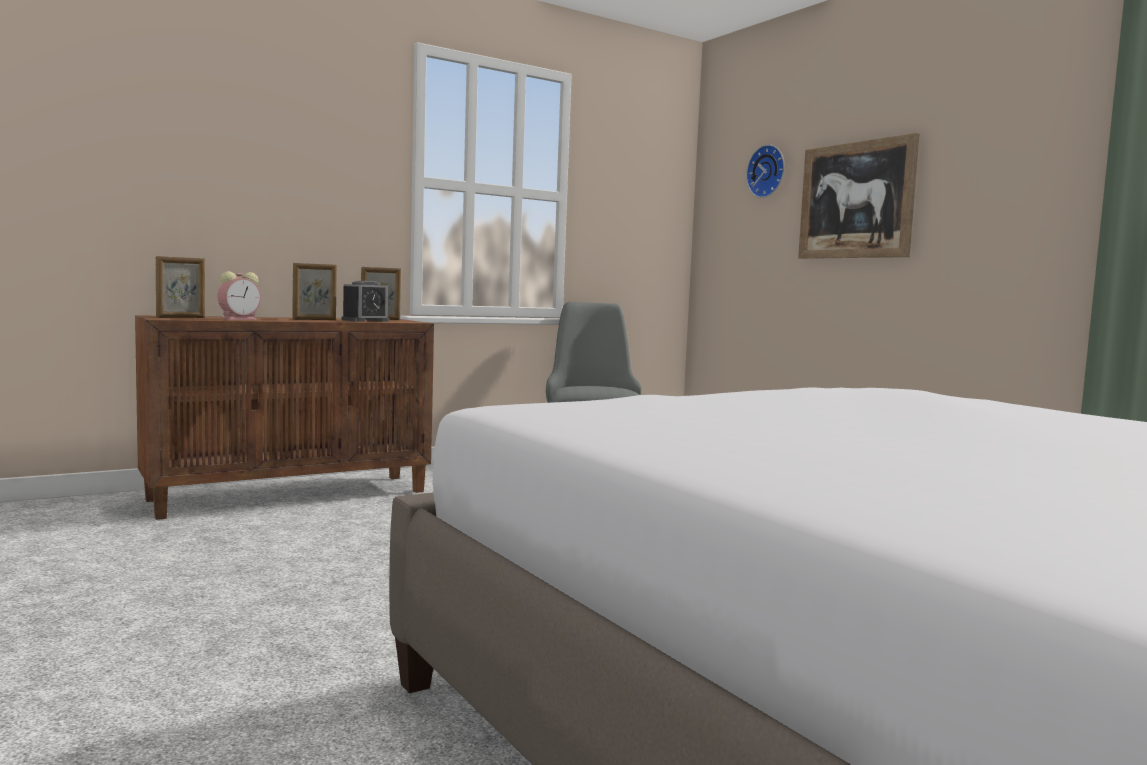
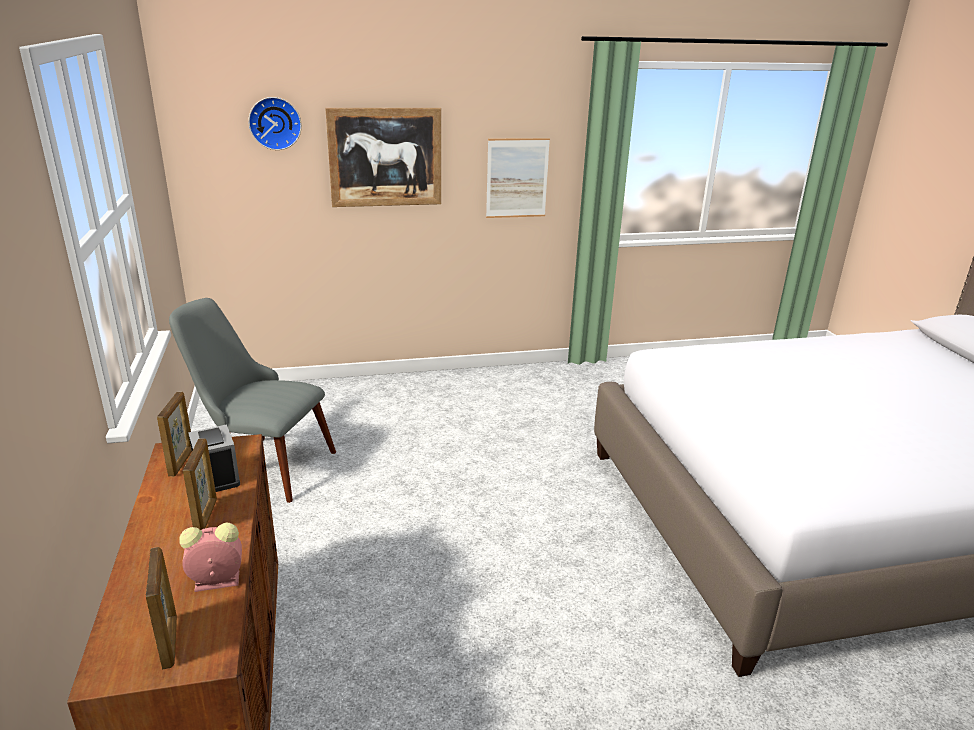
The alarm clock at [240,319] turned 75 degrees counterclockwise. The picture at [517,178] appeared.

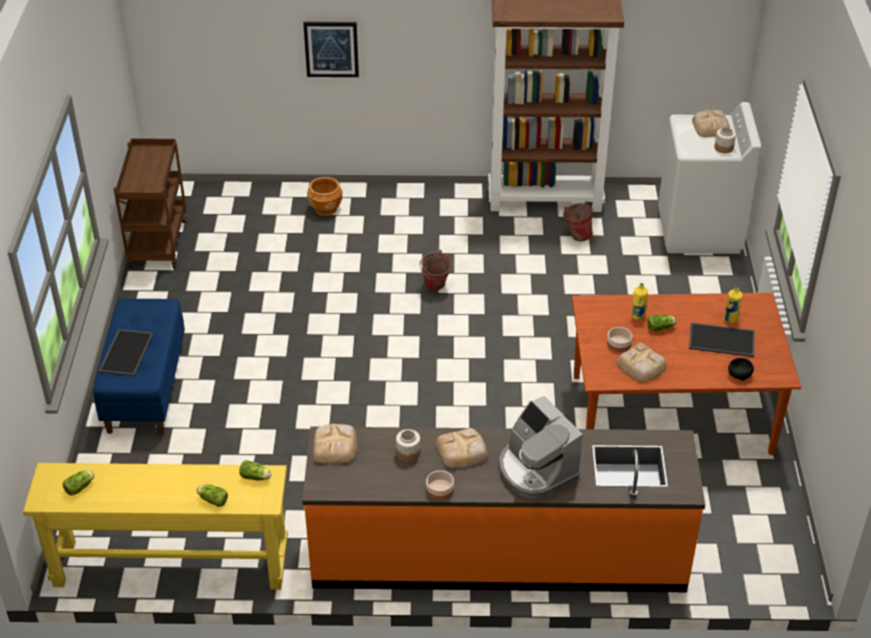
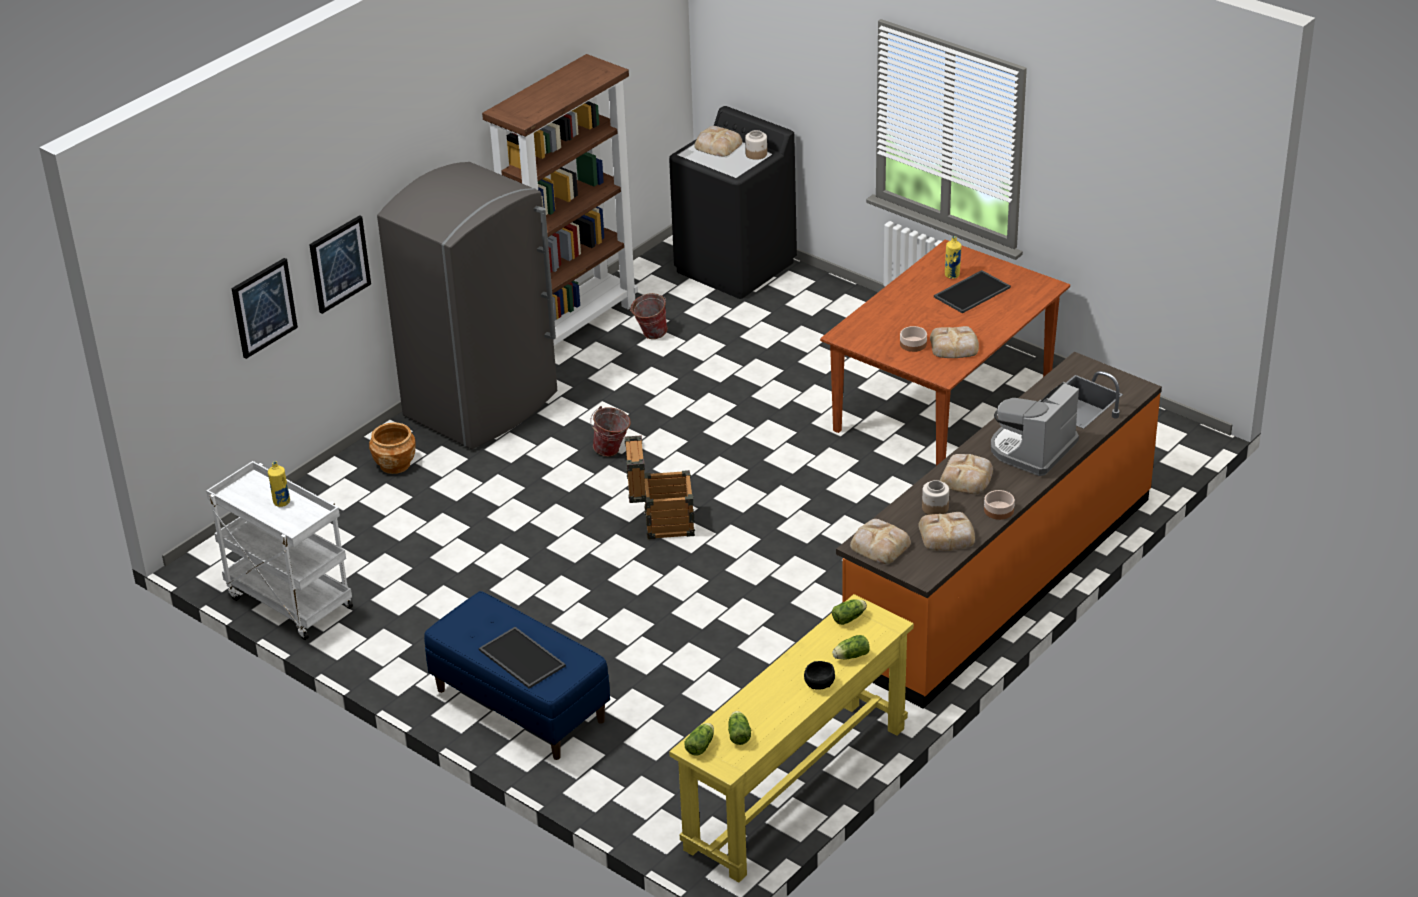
The washing machine/white at [699,231] became the washing machine/black at [735,267]. The cart/brown at [157,242] became the cart/white at [288,602]. The bottle/yellow moved from [638,316] to [281,502]. The lettuce moved from [661,328] to [701,745]. The bowl/black moved from [739,374] to [819,683]. The coffee machine at [536,470] turned 120 degrees clockwise. The fridge/grey at [483,406] appeared. The picture at [263,307] appeared. The crate at [661,523] appeared. The bread at [947,536] appeared.

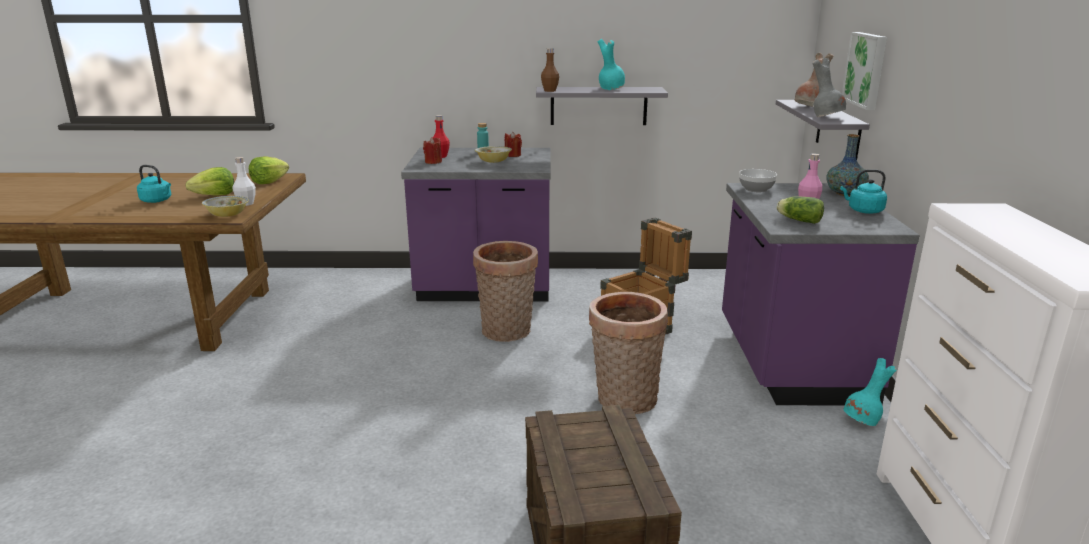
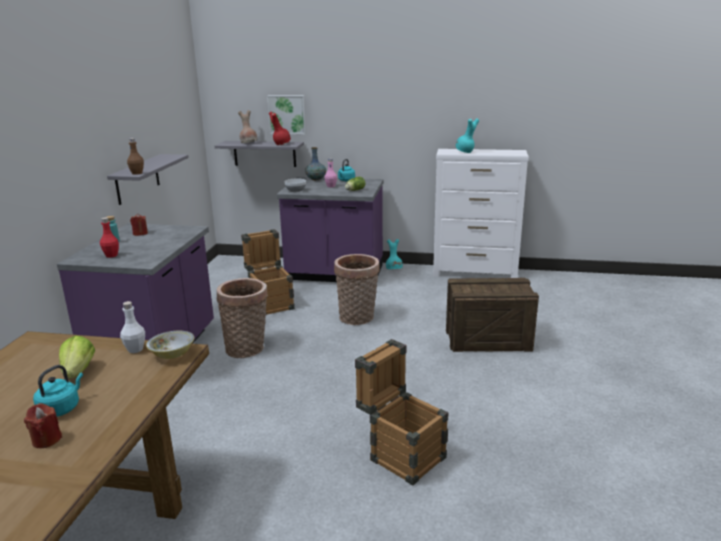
The vase/turquoise moved from [610,89] to [465,152]. The vase/grey at [827,117] became the vase/red at [281,144]. The candle/red moved from [433,162] to [46,440]. The bowl at [493,161] disappeared. The lettuce at [269,182] disappeared. The crate at [401,454] appeared.

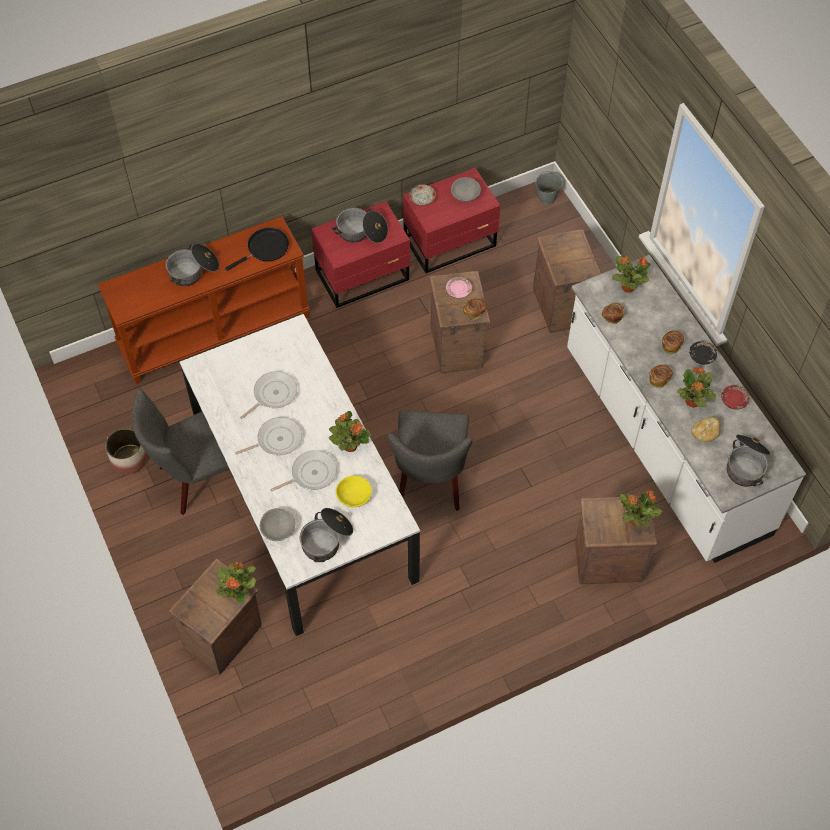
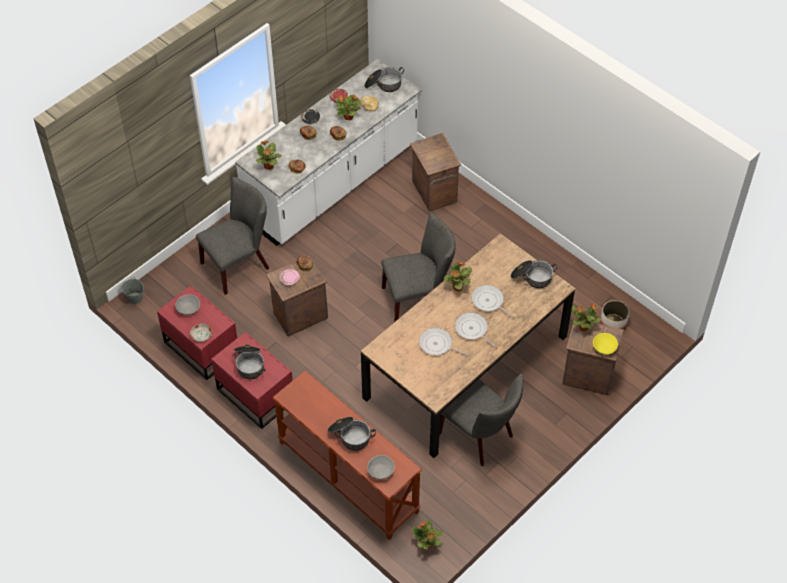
The frying pan/black at [265,248] disappeared. The crate at [561,306] was replaced by the chair/grey at [239,264]. The dining table/white at [302,498] became the dining table/brown at [465,367]. The planter moved from [128,459] to [613,324]. The bowl/yellow moved from [354,496] to [604,348]. The potted plant moved from [635,519] to [427,544]. The bowl/grey moved from [278,529] to [380,471].

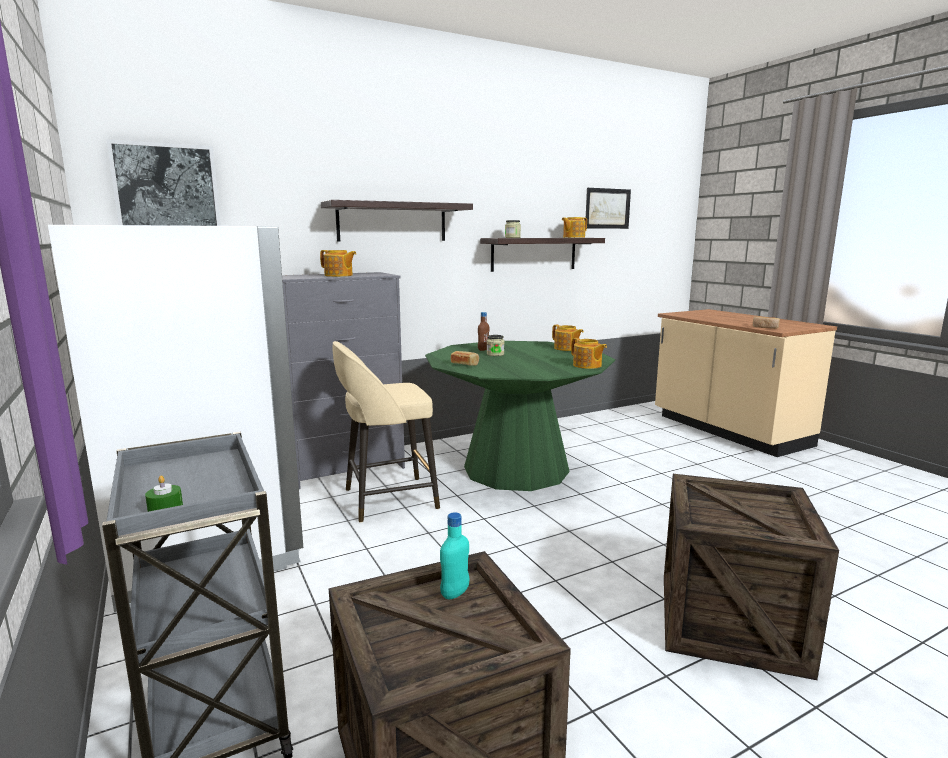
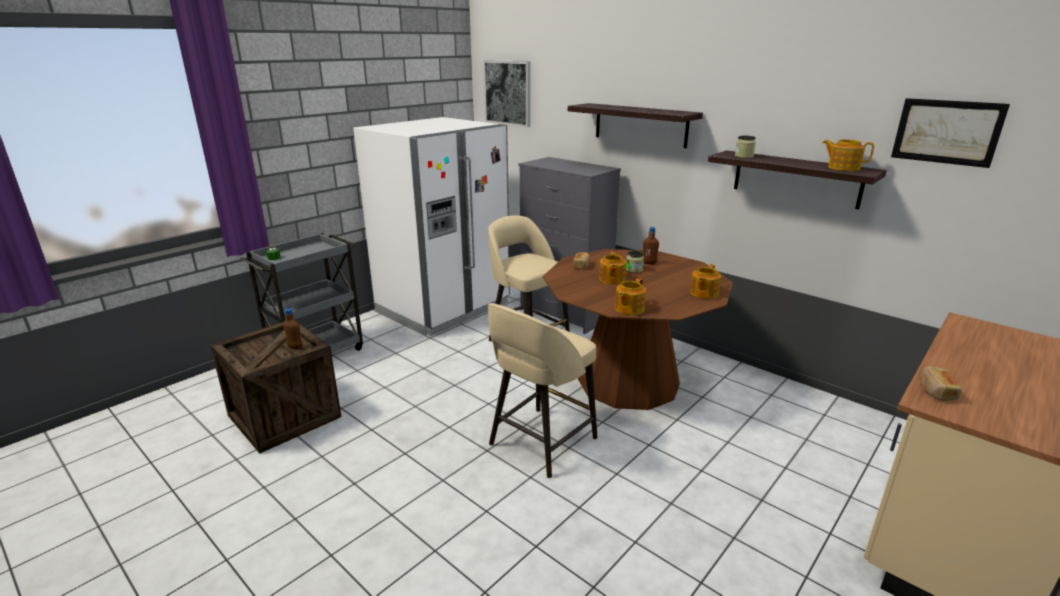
The teapot moved from [339,275] to [611,279]. The dining table/green at [516,469] became the dining table/brown at [628,381]. The crate at [730,621] disappeared. The bottle/turquoise at [455,593] became the bottle/brown at [295,347]. The stool/beige at [540,443] appeared.

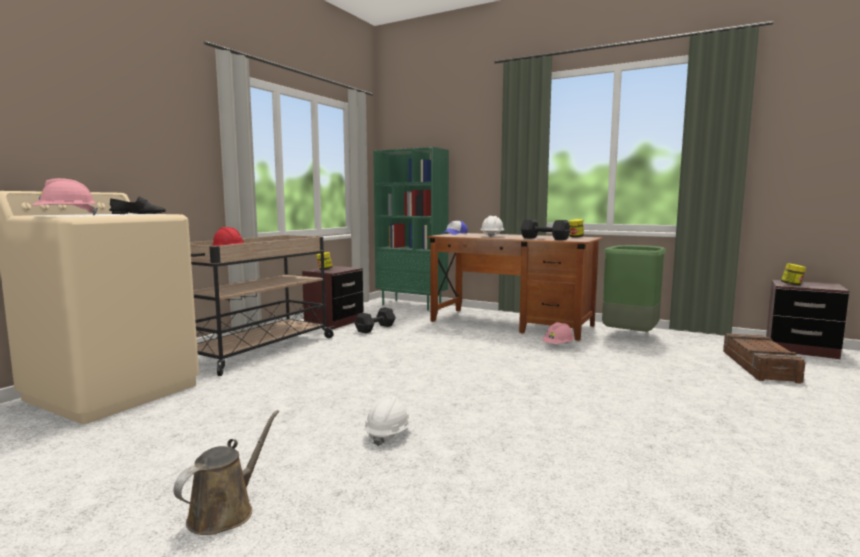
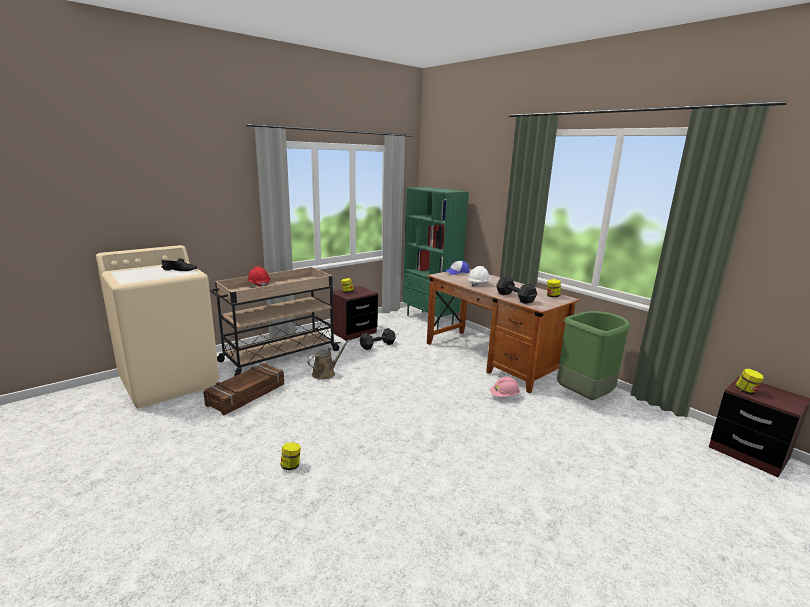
The hard hat/pink at [65,215] disappeared. The crate moved from [760,366] to [247,395]. The hard hat/white at [388,434] was replaced by the jar at [291,466]. The watering can/brown moved from [226,512] to [325,373].

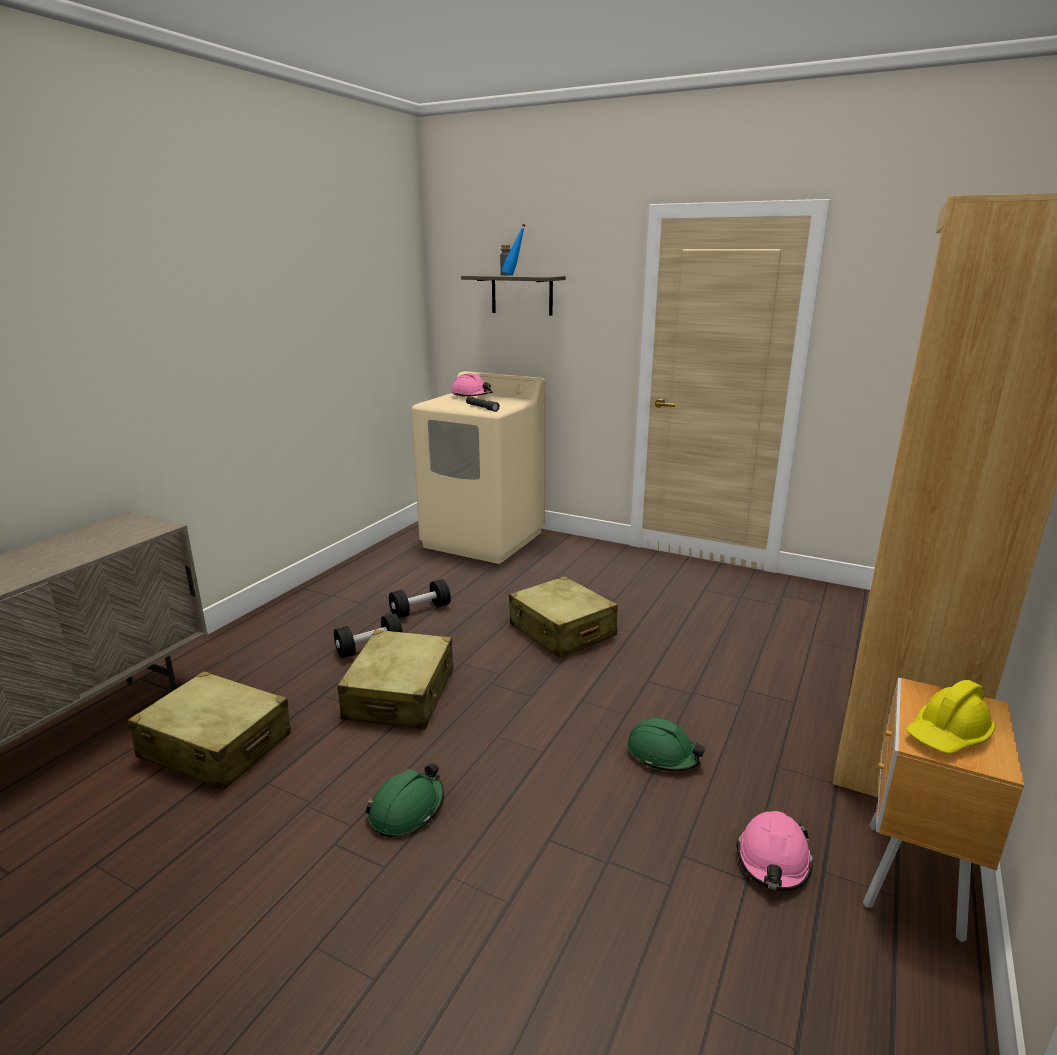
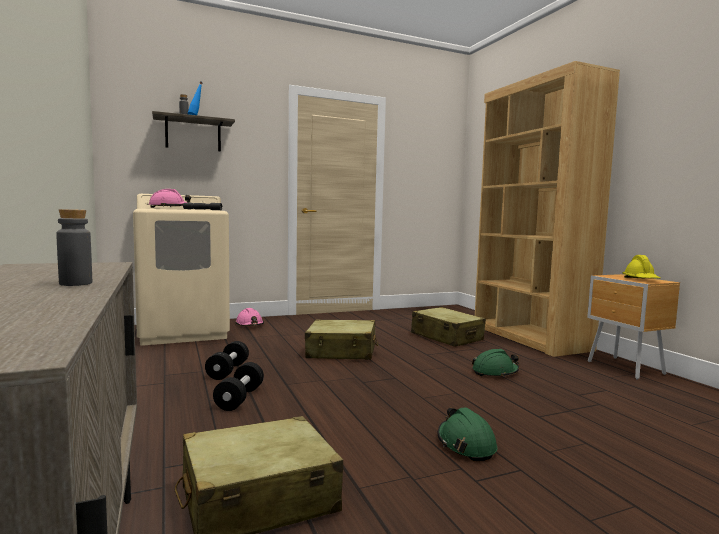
The suitcase/beige moved from [400,694] to [446,337]. The hard hat/pink moved from [773,860] to [249,325]. The bottle/grey at [76,283] appeared.

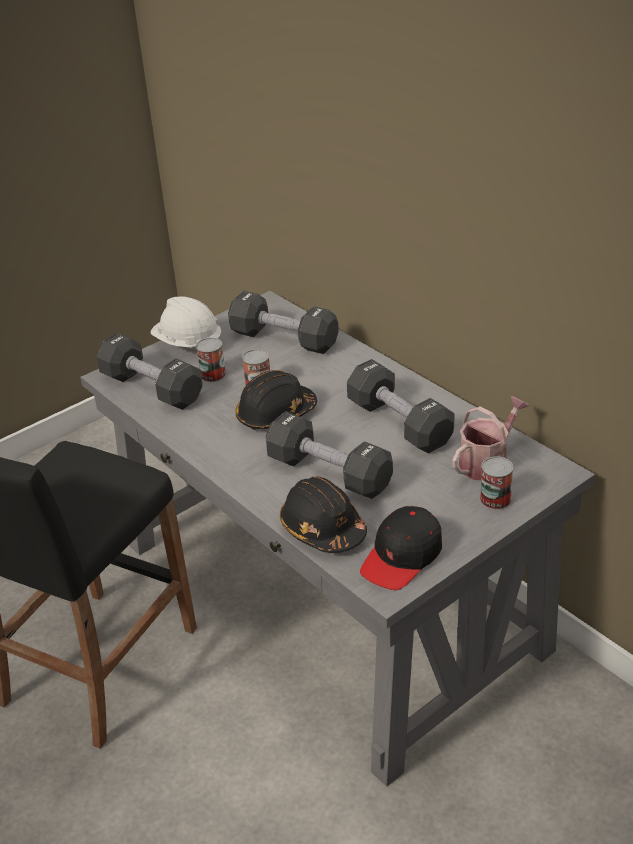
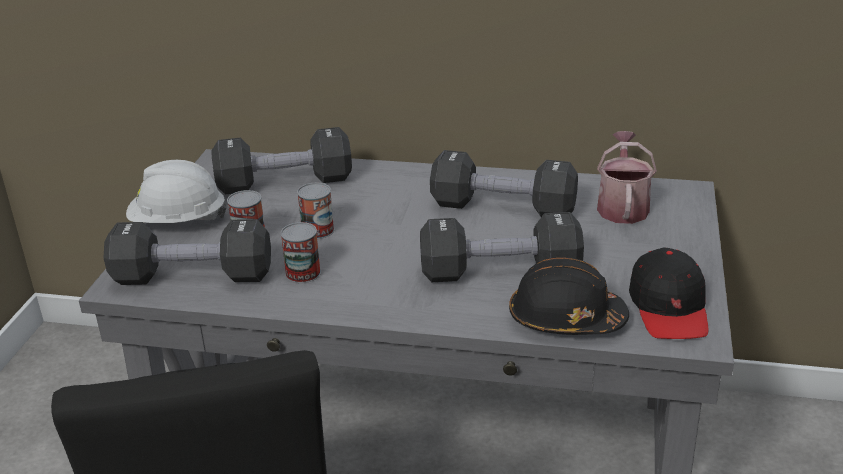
The hard hat/black at [276,414] disappeared. The can moved from [495,499] to [303,273].

